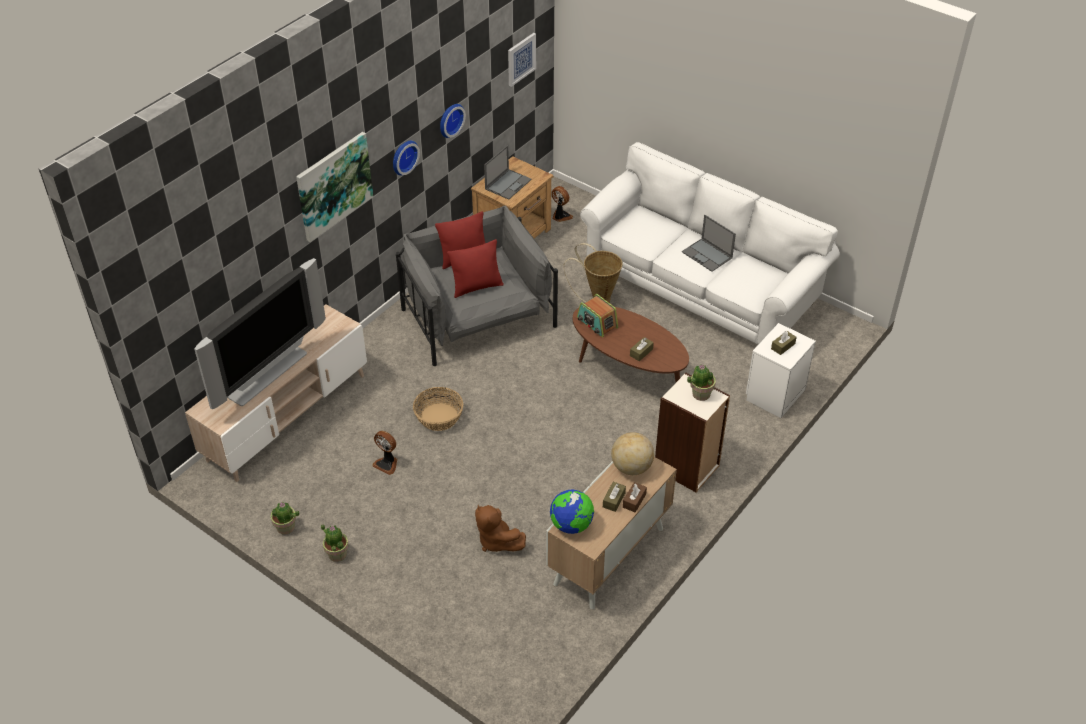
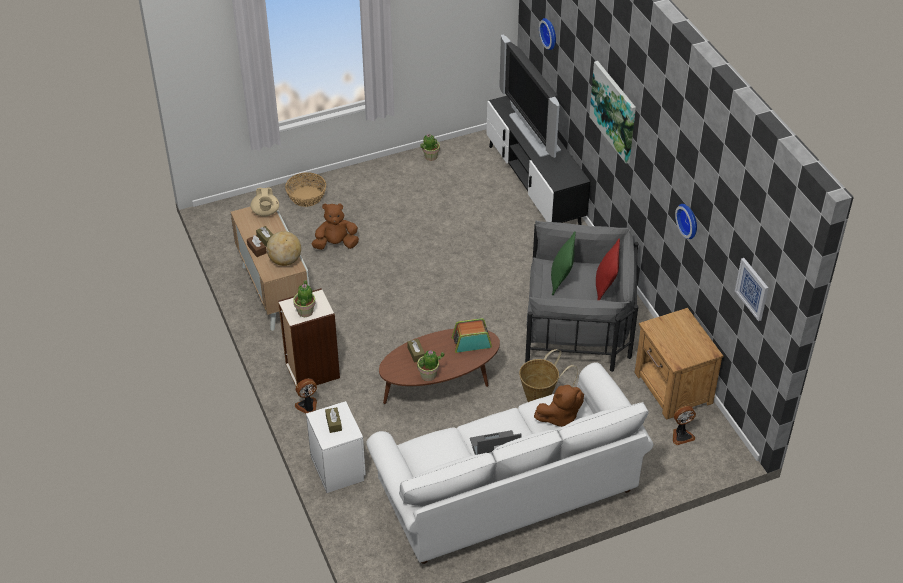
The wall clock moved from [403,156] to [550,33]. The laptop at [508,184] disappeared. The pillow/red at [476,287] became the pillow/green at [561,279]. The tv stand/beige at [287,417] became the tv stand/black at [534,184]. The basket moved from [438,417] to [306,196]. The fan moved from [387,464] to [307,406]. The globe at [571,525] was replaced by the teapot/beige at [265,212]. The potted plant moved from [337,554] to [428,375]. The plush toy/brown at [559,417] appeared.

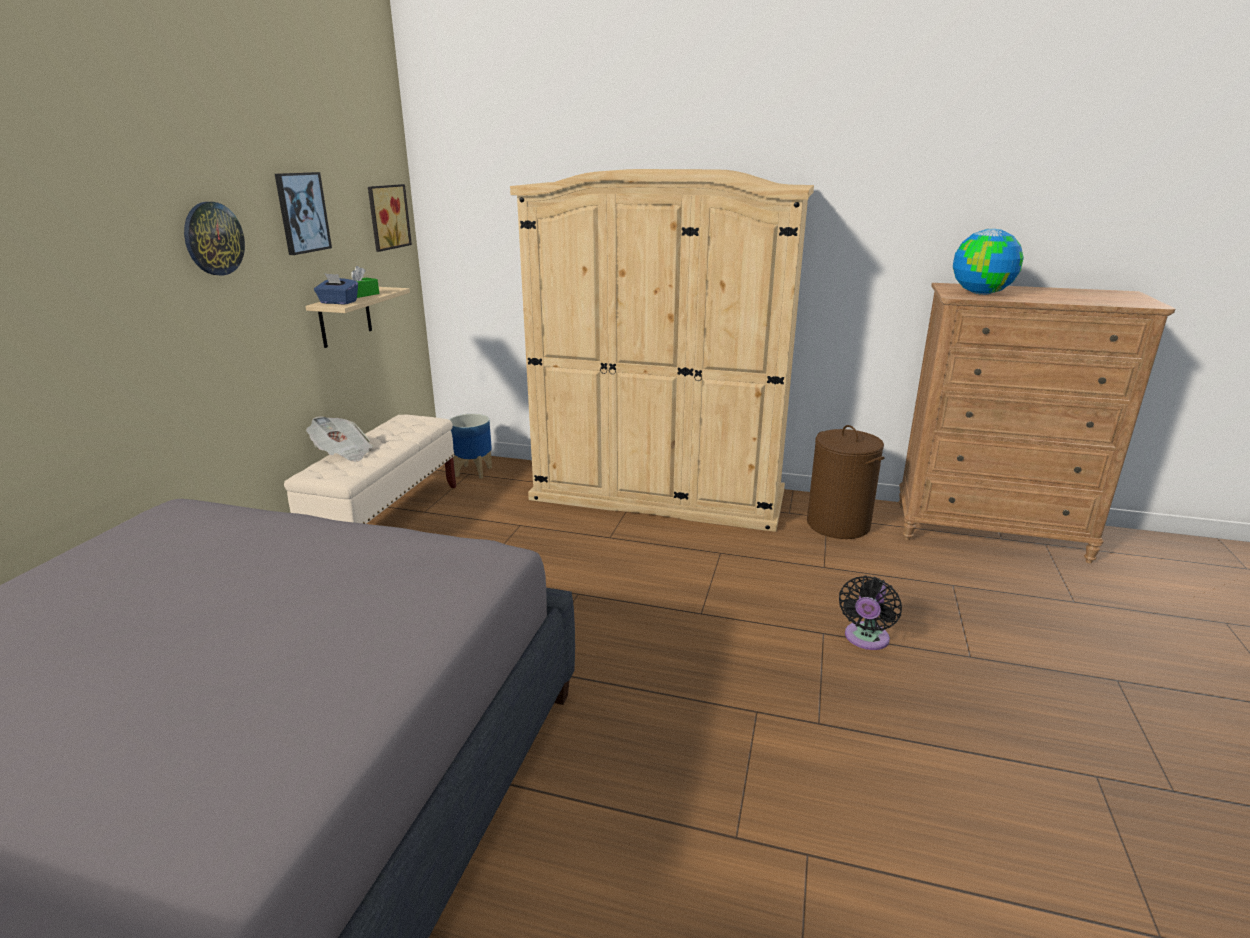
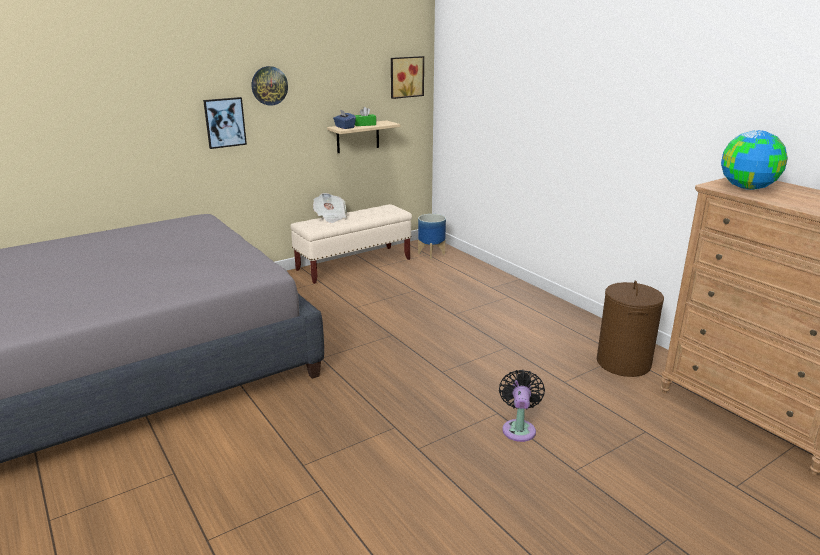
The wardrobe/beige at [658,495] disappeared. The picture moved from [302,212] to [224,122]. The fan/black at [865,639] turned 120 degrees clockwise.

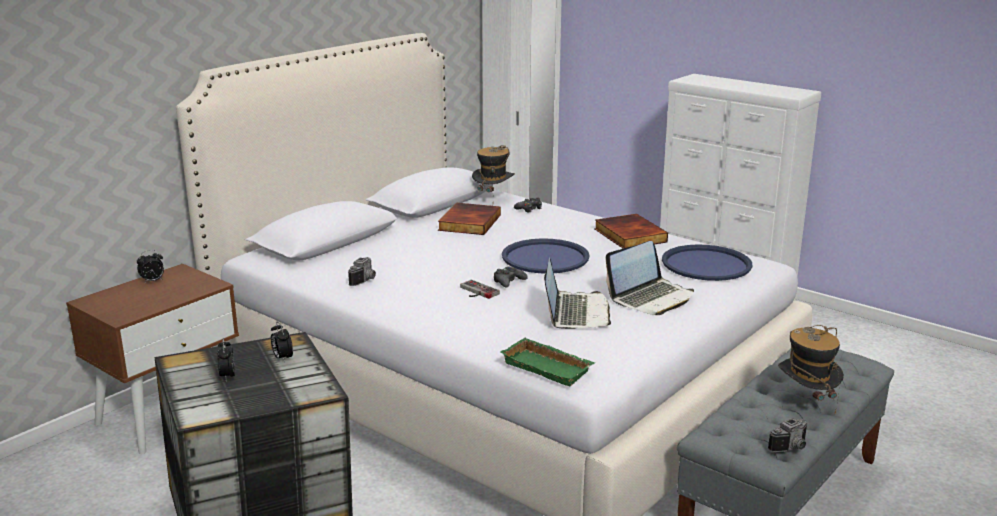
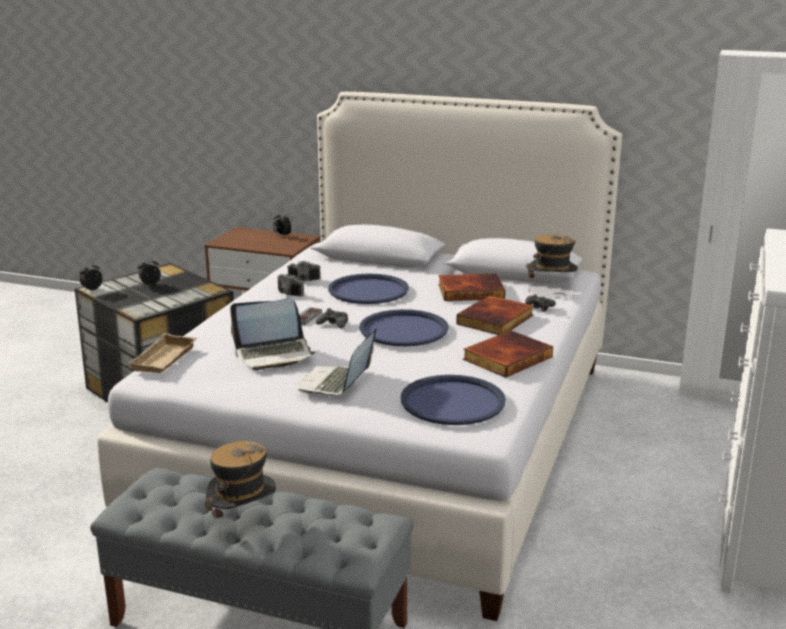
The laptop at [651,298] turned 75 degrees clockwise. The alarm clock moved from [282,358] to [91,289]. The tray/green at [549,367] became the tray/beige at [165,360]. The photo camera moved from [792,448] to [287,294]. The tray/blue at [368,290] appeared. The book at [496,320] appeared.

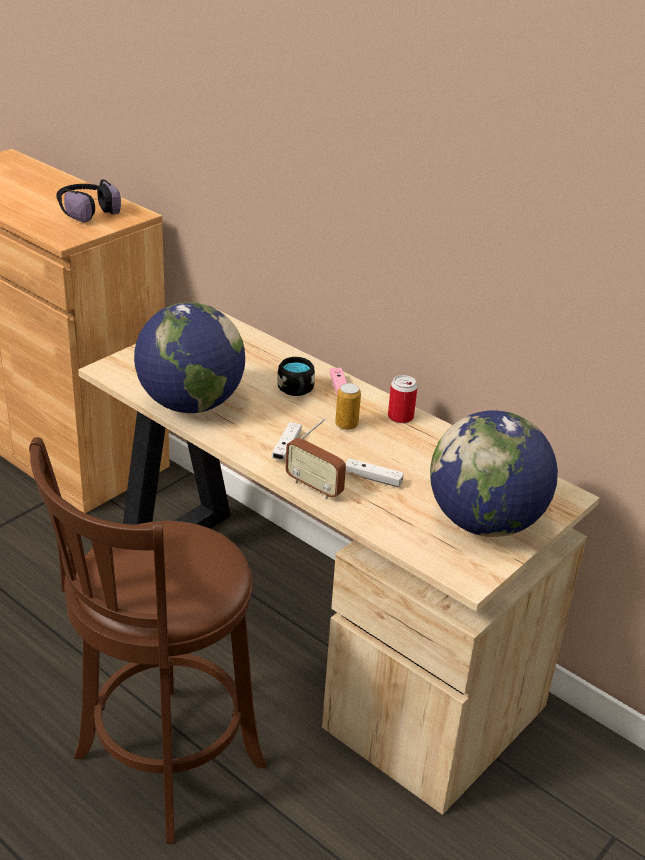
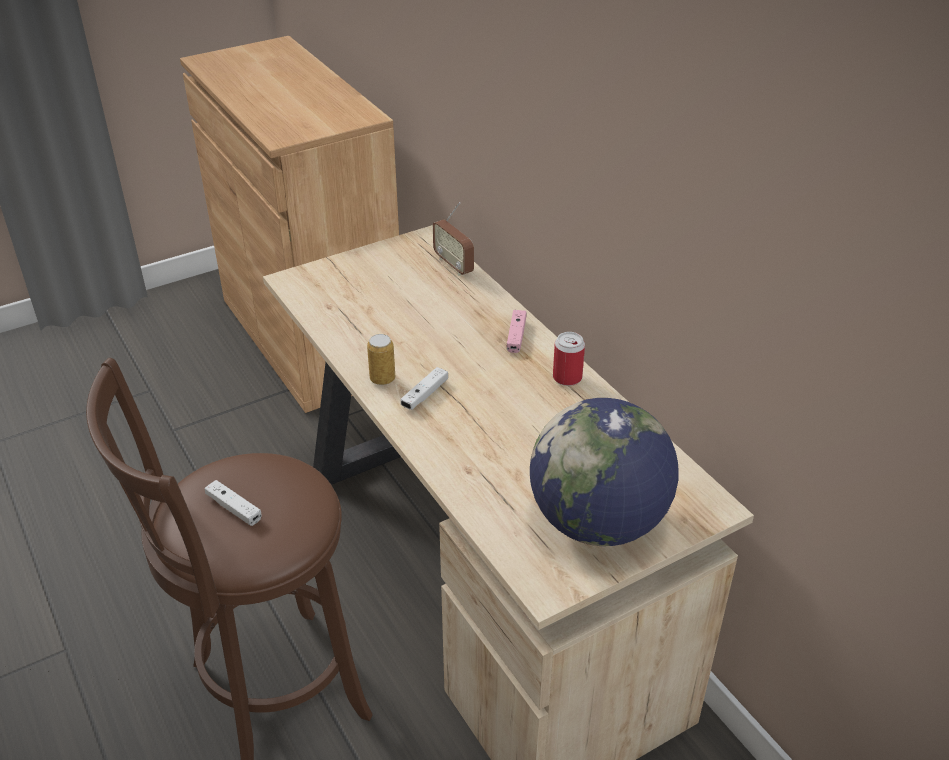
The headphones at [87,211] disappeared. The globe at [190,404] disappeared. The mug/black at [296,391] disappeared. The can moved from [346,425] to [382,379]. The radio moved from [314,487] to [454,265]. The game controller/white moved from [373,478] to [234,508].

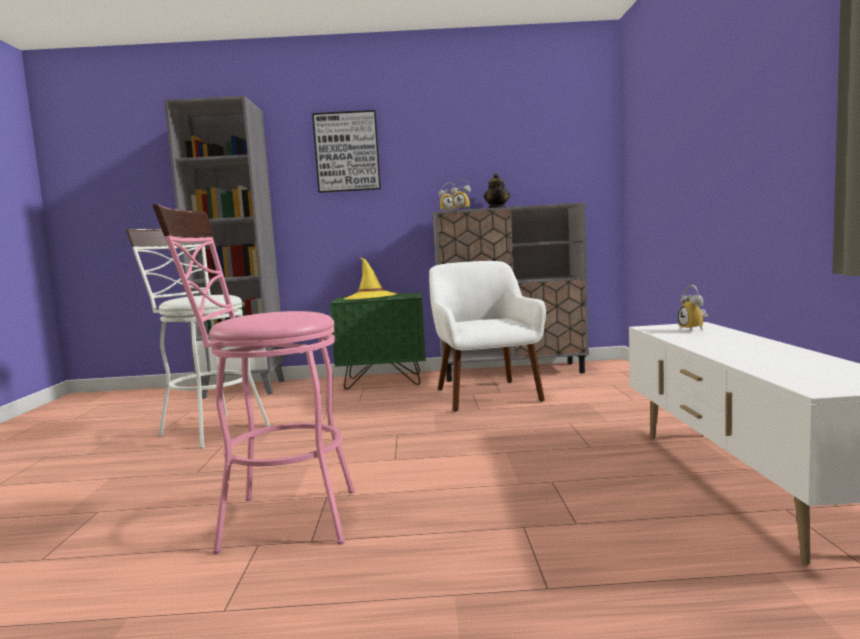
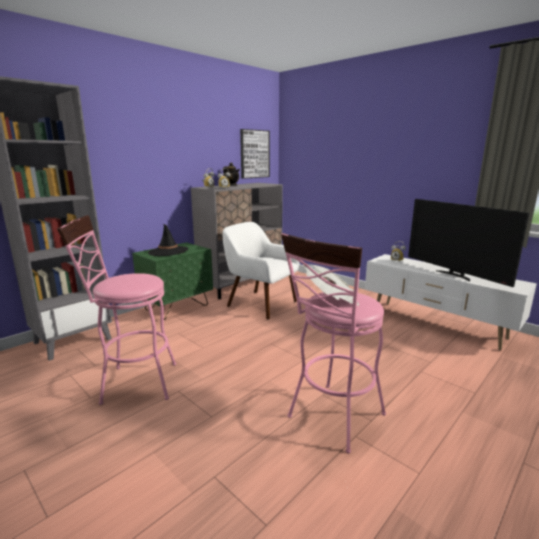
The picture moved from [347,152] to [254,154]. The stool/white at [209,429] became the stool/pink at [133,383]. The hat/yellow at [370,297] became the hat/black at [168,251]. The television at [454,275] appeared. The newspaper at [331,298] appeared.

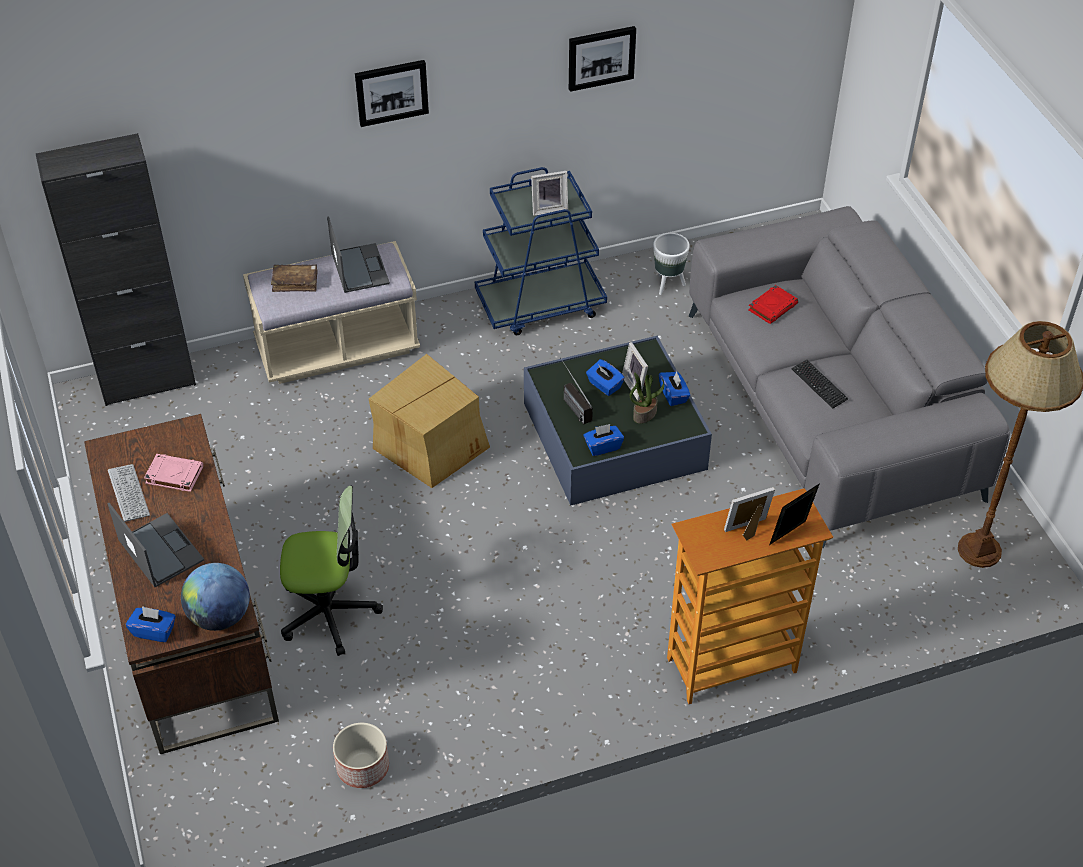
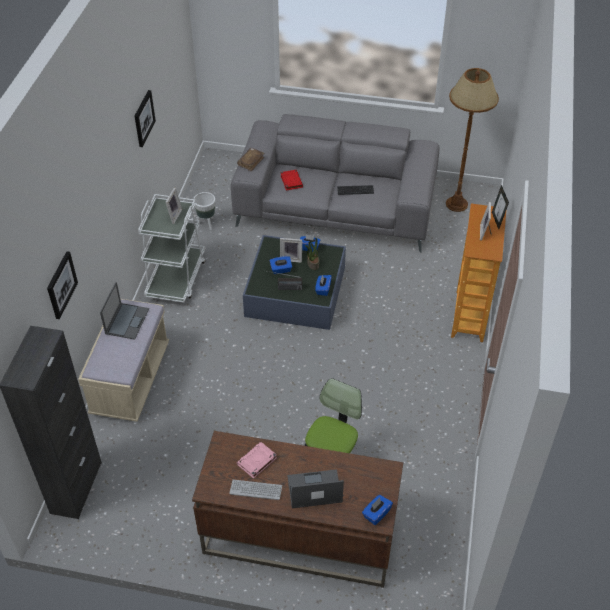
The picture moved from [391,92] to [61,285]. The cart/blue at [541,305] became the cart/white at [176,278]. The laptop at [359,268] turned 90 degrees clockwise. The book/brown moved from [295,282] to [250,162]. The cardboard box at [431,444] disappeared. The globe at [220,616] disappeared. The planter at [362,766] disappeared.

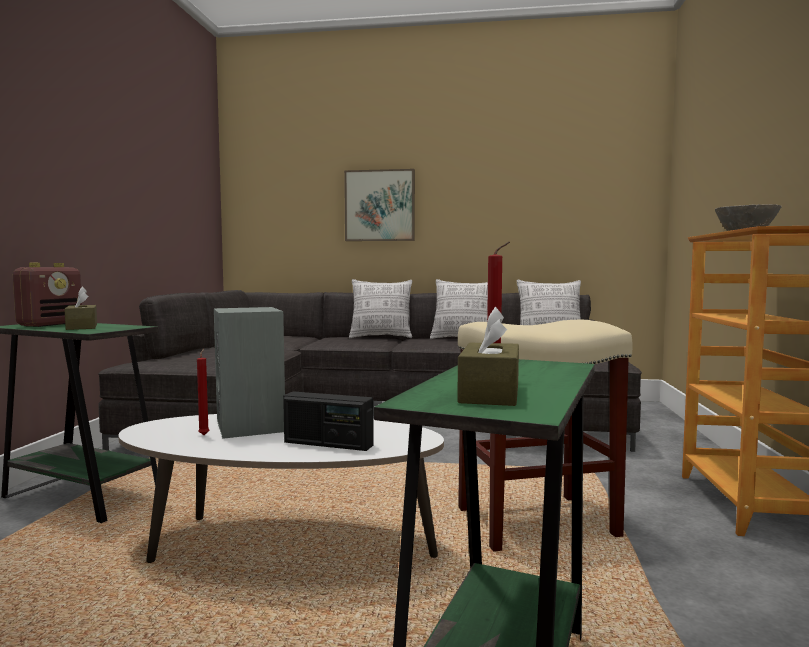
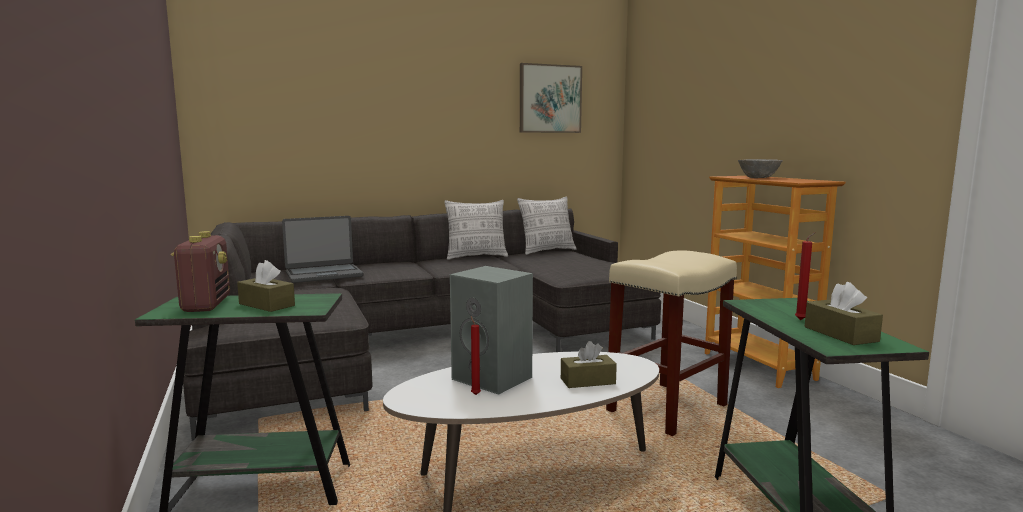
The picture moved from [379,205] to [550,99]. The pillow at [381,337] disappeared. The radio at [328,444] was replaced by the tissue box/brown at [587,381]. The laptop at [324,274] appeared.

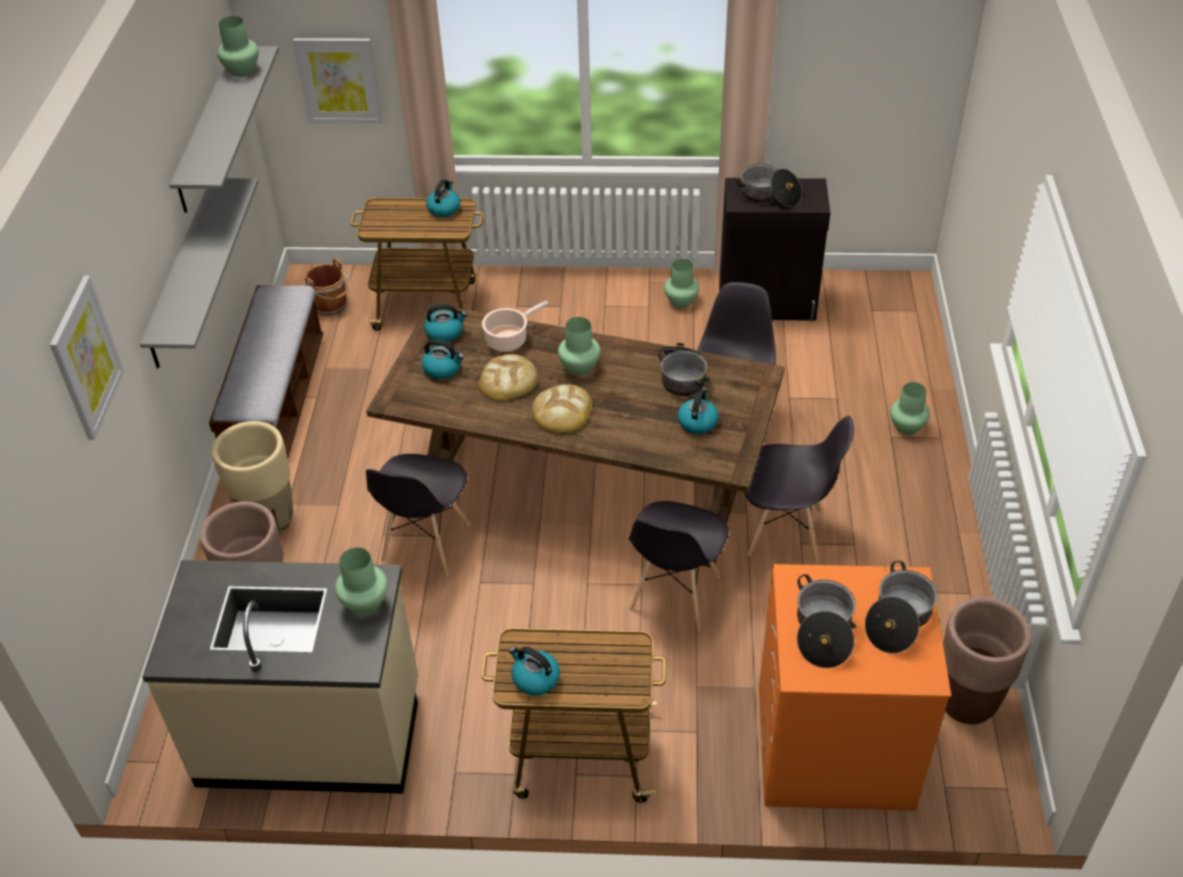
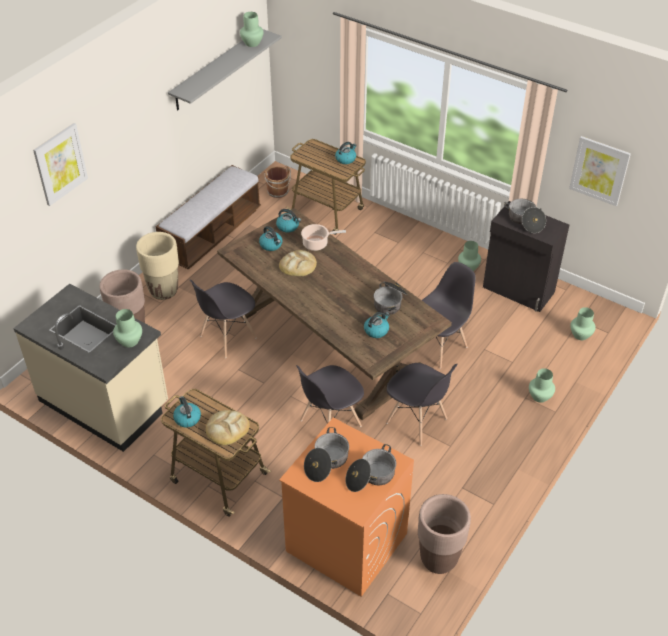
The picture moved from [339,80] to [599,170]. The shelf/grey at [182,273] disappeared. The vase/green moved from [580,367] to [581,335]. The bread moved from [562,411] to [227,429].

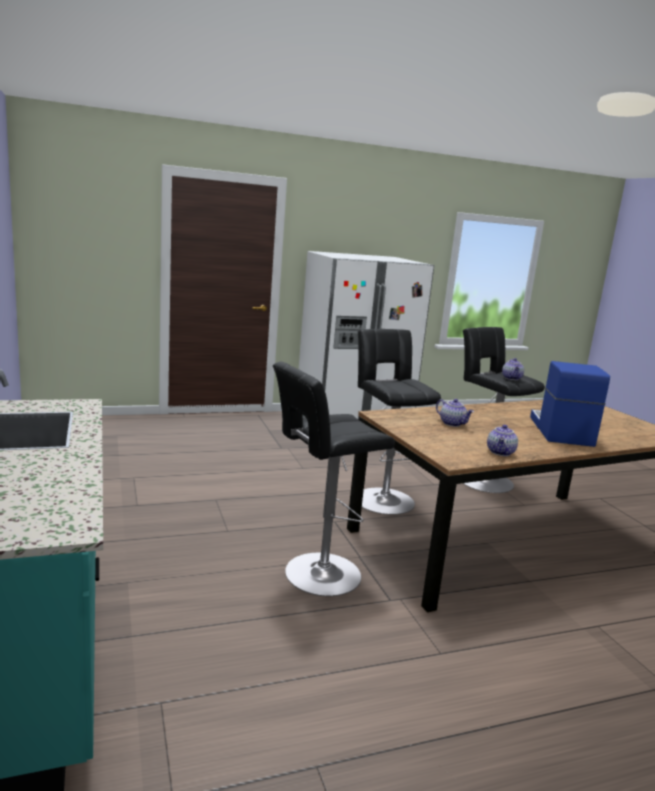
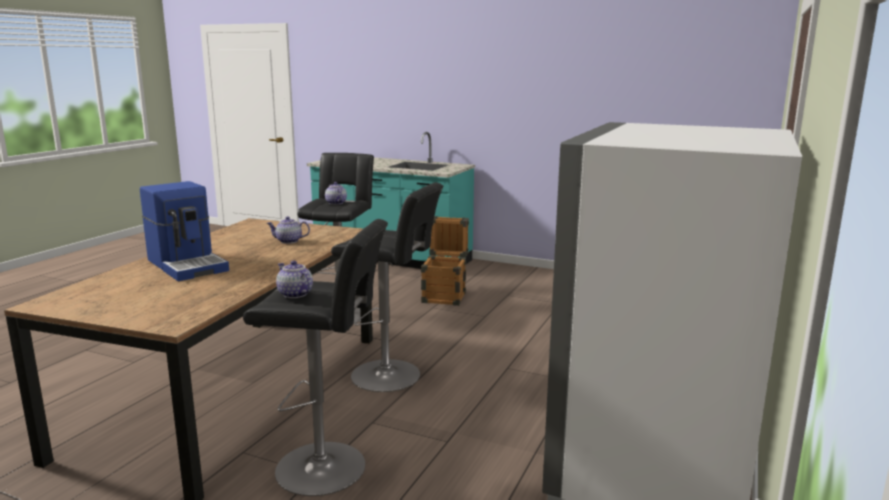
The teapot moved from [501,452] to [335,203]. The crate at [445,295] appeared.

